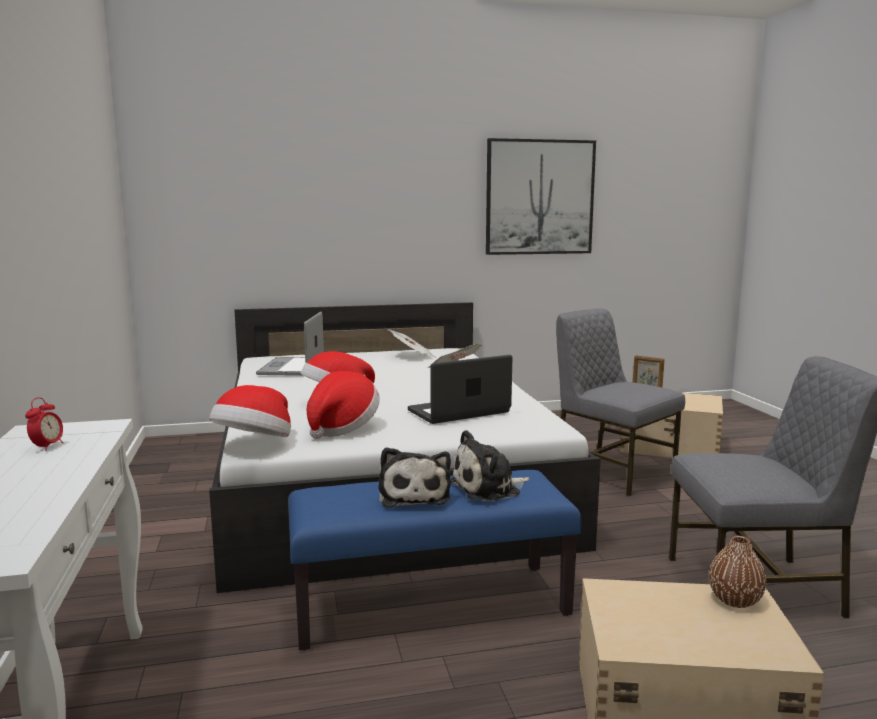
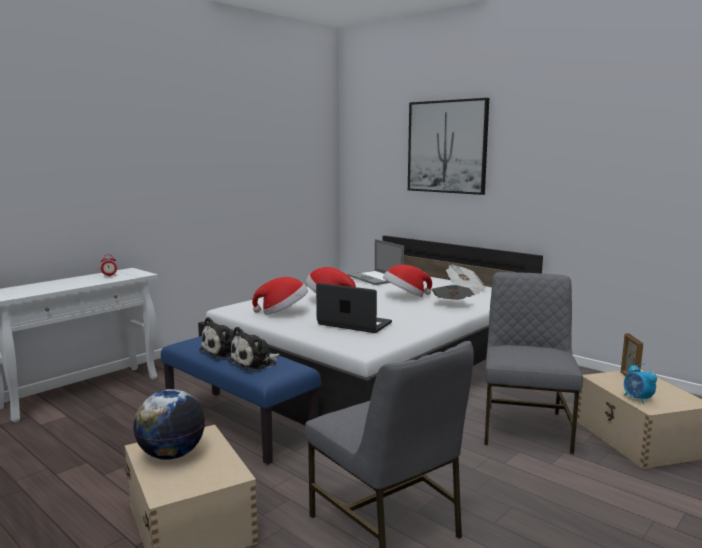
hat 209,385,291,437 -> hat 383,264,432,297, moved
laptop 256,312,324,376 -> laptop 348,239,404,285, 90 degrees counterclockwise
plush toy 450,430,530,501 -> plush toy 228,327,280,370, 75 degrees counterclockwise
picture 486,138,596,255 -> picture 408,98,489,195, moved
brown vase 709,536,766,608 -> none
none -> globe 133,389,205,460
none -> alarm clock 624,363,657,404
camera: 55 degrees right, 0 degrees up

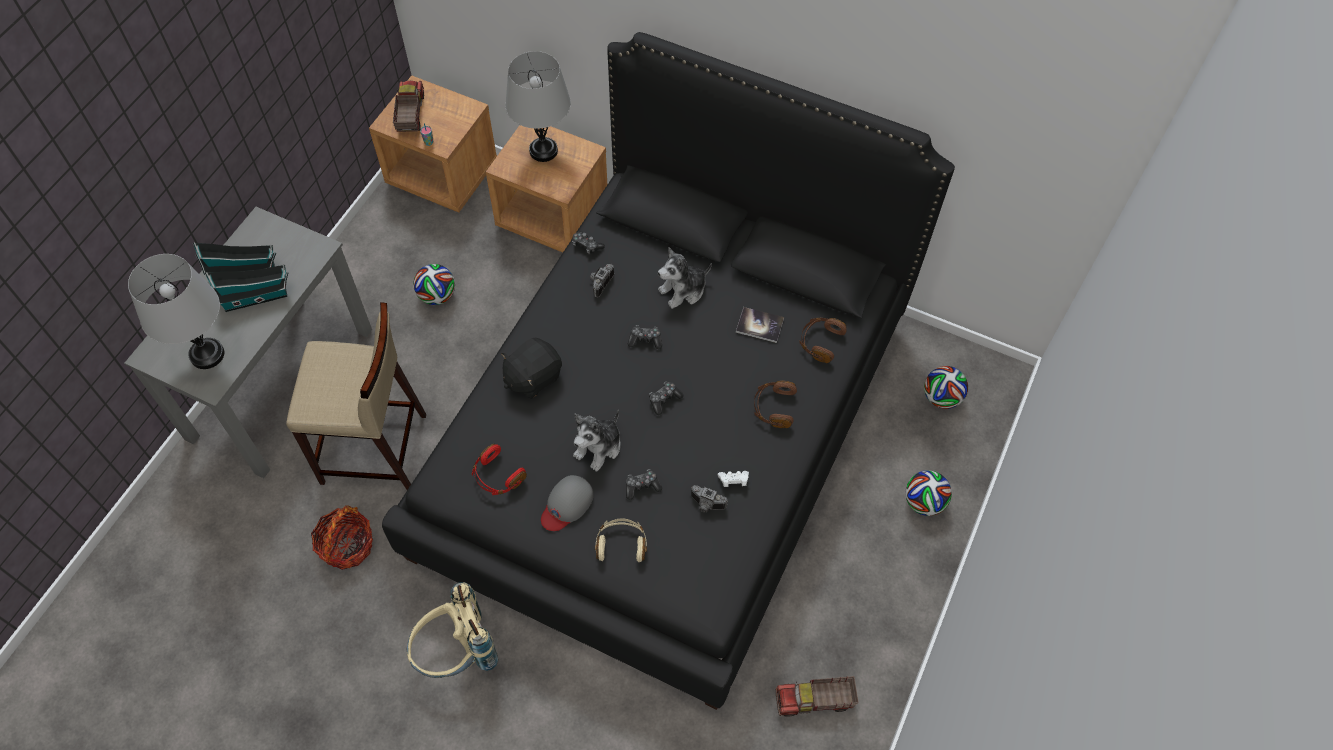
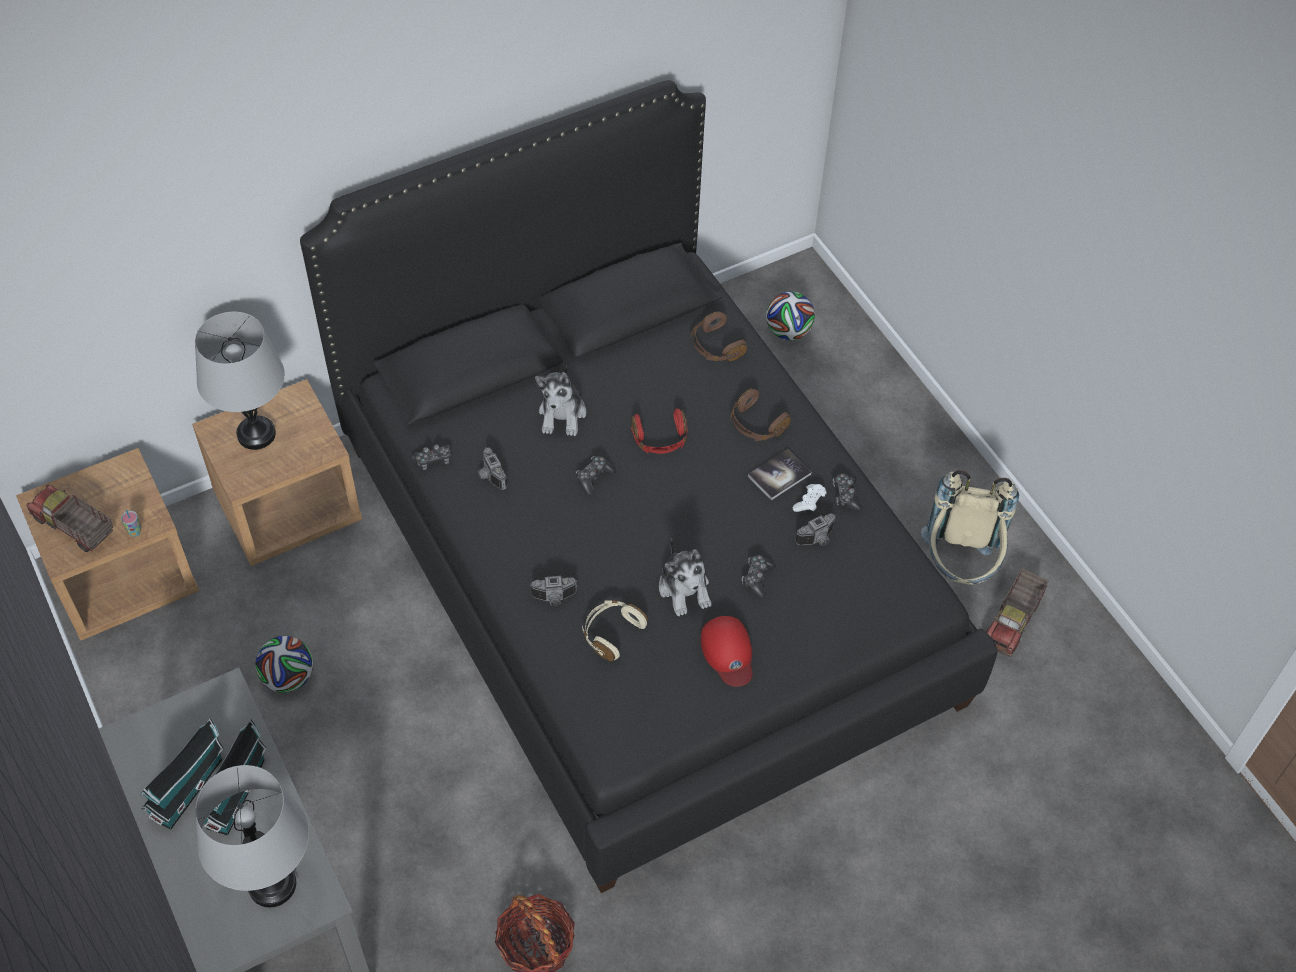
beige stool 286,302,426,490 -> none
beige backpack 407,582,498,678 -> beige backpack 921,470,1019,585, moved
red headphones 472,444,527,495 -> red headphones 631,408,688,454, moved
black plush toy 501,338,562,399 -> photo camera 530,576,577,606
grey cap 541,475,594,531 -> red cap 701,616,753,687
beige headphones 595,518,647,562 -> beige headphones 582,600,648,661, moved
game controller 649,382,684,415 -> game controller 833,474,862,512, moved
book 736,307,784,343 -> book 748,449,811,500, moved
football 905,470,952,516 -> none
camera: 55 degrees left, 5 degrees down

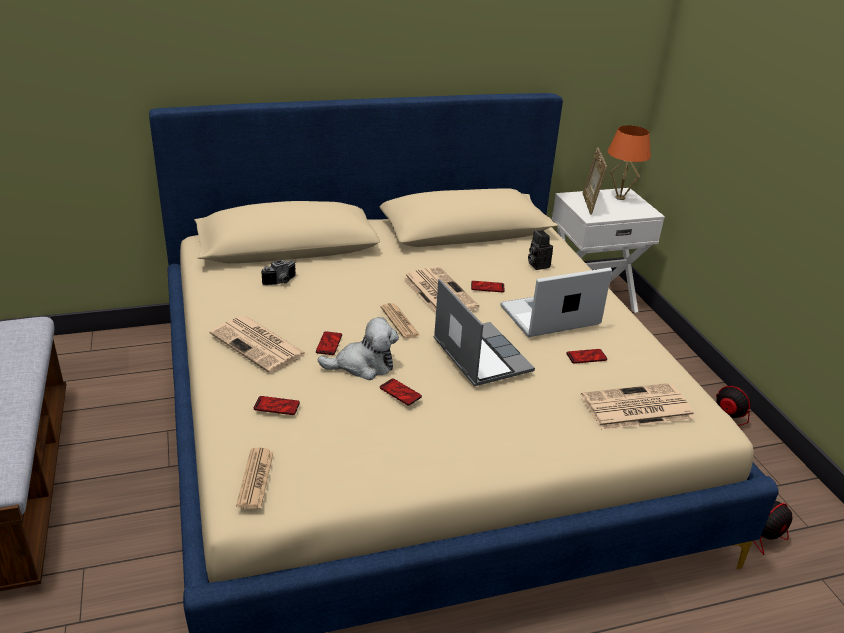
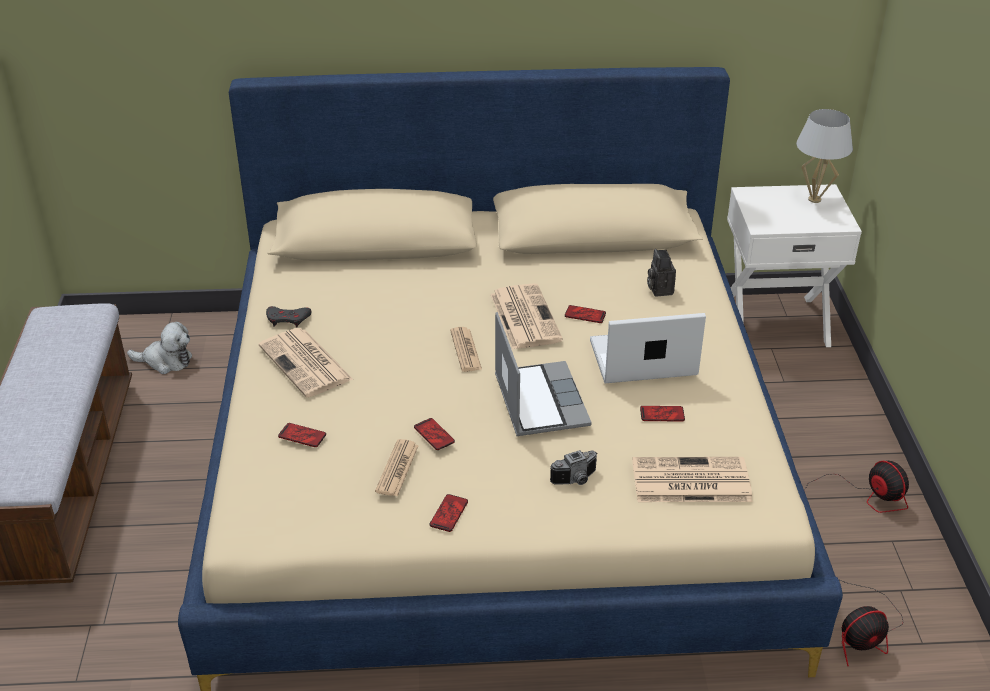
newspaper 236,448,274,508 -> newspaper 375,439,419,497, moved
photo camera 261,260,296,285 -> photo camera 550,450,597,485, moved
phone 316,331,342,355 -> phone 430,494,468,532, moved
plush toy 317,317,399,380 -> plush toy 127,322,192,374, moved
picture frame 583,147,607,215 -> none
orange table lamp 607,125,651,200 -> white table lamp 796,109,853,203
none -> grey game controller 266,306,311,327
camera: 15 degrees right, 5 degrees up

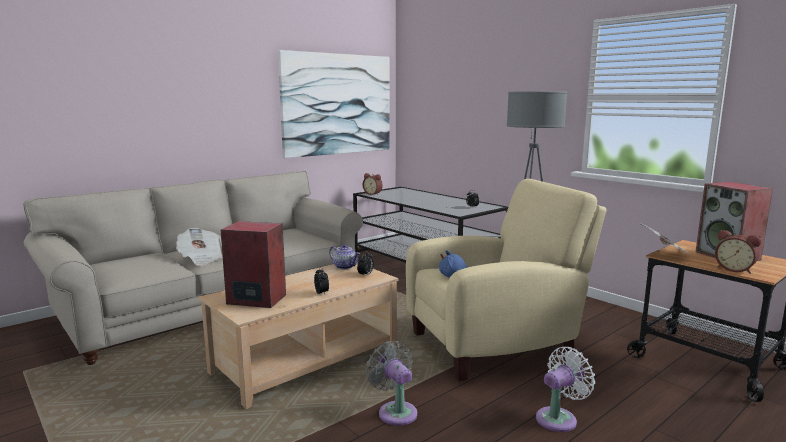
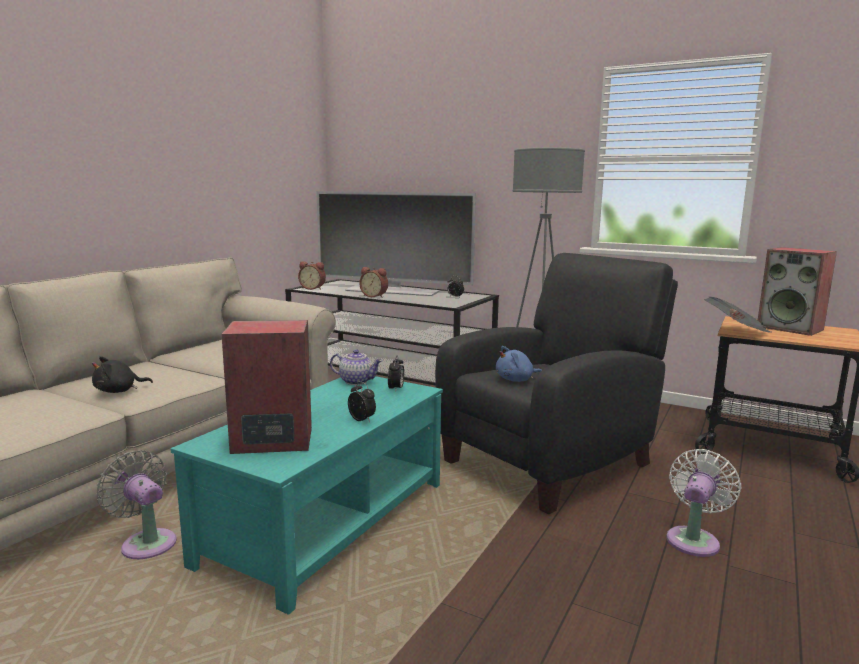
newspaper 176,228,223,266 -> black plush toy 92,356,153,393
beige coffee table 199,263,399,409 -> turquoise coffee table 171,376,443,615
picture 278,50,390,158 -> none
grey fan 366,341,417,426 -> grey fan 96,450,177,559, moved
beige armchair 406,179,606,381 -> black armchair 435,253,678,514
alarm clock 715,230,761,274 -> alarm clock 359,267,388,298, moved
none -> television 317,191,476,296
camera: 20 degrees left, 0 degrees up

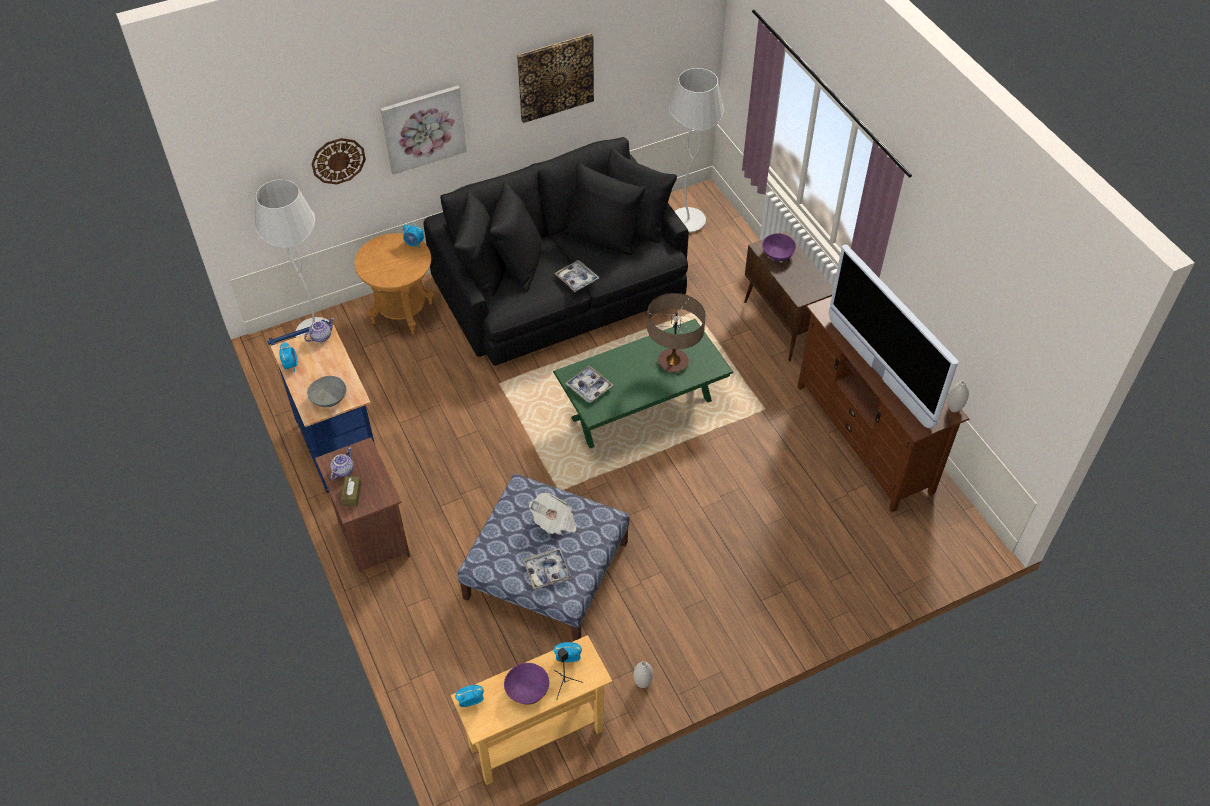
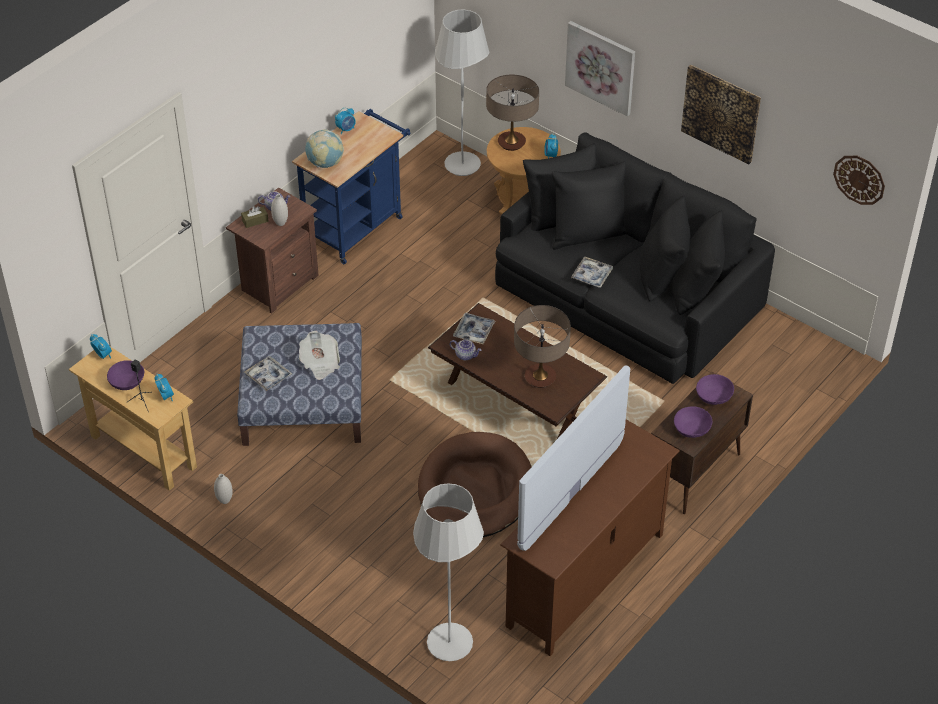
teapot 304,318,334,342 -> teapot 450,340,482,360, moved
grey bowl 307,376,346,407 -> globe 305,129,344,168
wall clock 311,138,366,185 -> wall clock 833,155,885,205, moved
green coffee table 553,319,733,448 -> brown coffee table 428,303,607,439
white floor lamp 669,68,724,232 -> white floor lamp 413,483,484,661, moved
white vase 947,381,969,412 -> white vase 271,194,288,226, moved
none -> brown dog bed 418,432,531,537
none -> table lamp 486,75,539,151
none -> purple bowl 674,406,712,438
camera: 65 degrees right, 5 degrees down

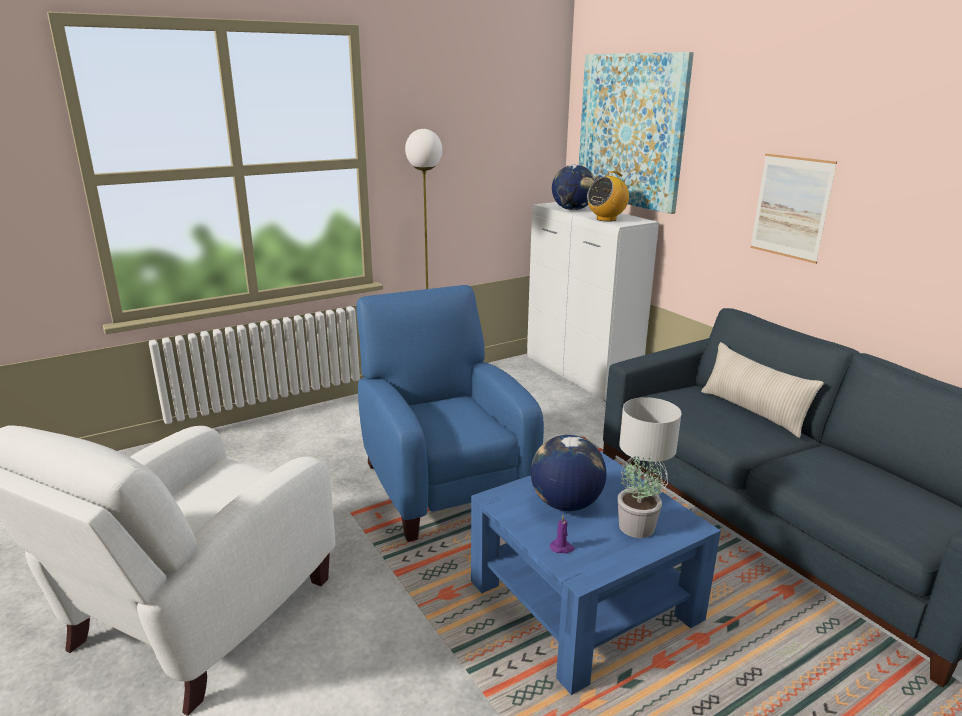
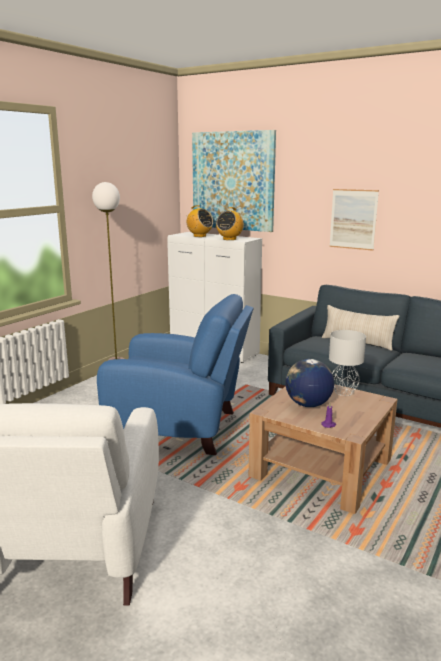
blue armchair 356,285,544,542 -> blue armchair 97,294,254,455, 150 degrees clockwise
blue coffee table 471,451,721,695 -> brown coffee table 249,385,398,514
globe 552,165,595,210 -> radio 186,205,213,237
potted plant 618,454,662,538 -> none
camera: 25 degrees left, 5 degrees down

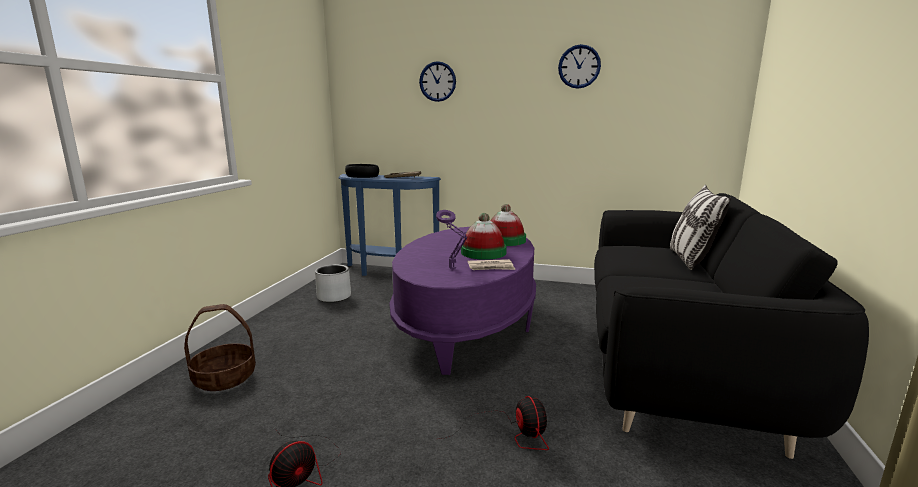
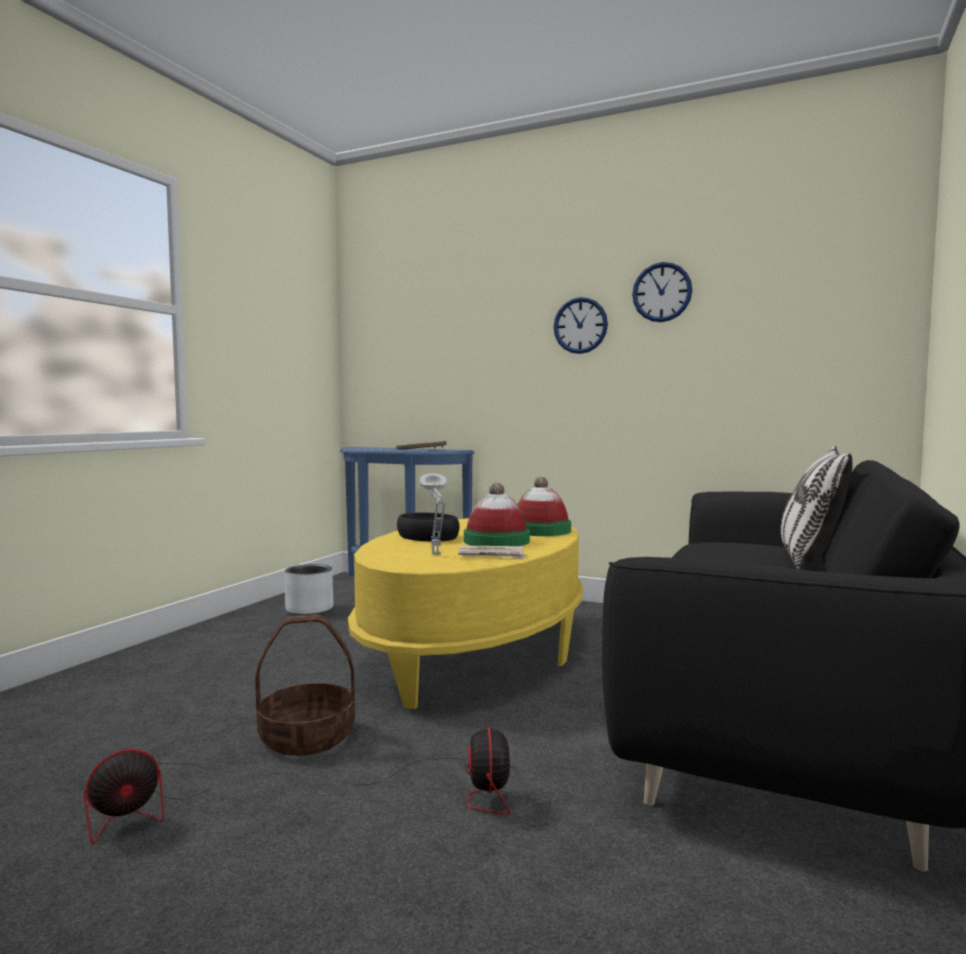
basket 184,304,256,391 -> basket 255,614,355,756, moved
black bowl 345,164,379,178 -> black bowl 397,513,459,541, moved
purple coffee table 389,227,536,375 -> yellow coffee table 348,518,583,709
wall clock 419,61,456,102 -> wall clock 554,297,608,354, moved
purple table lamp 436,210,467,269 -> grey table lamp 419,473,447,555
camera: 10 degrees right, 10 degrees down

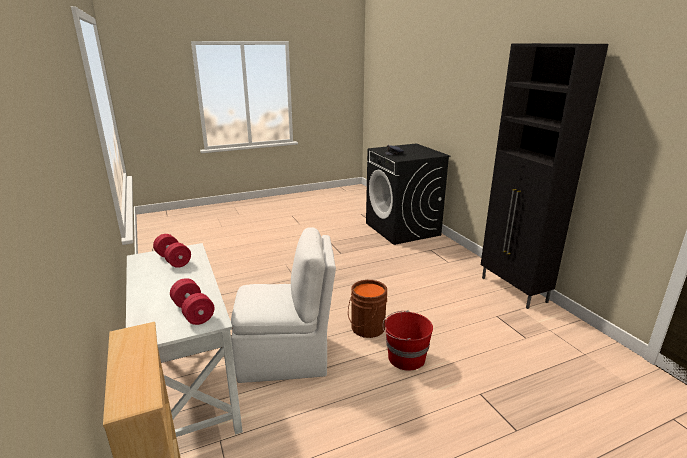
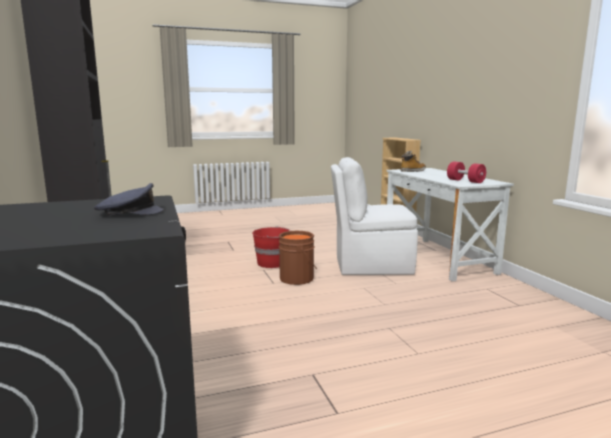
red dumbbell 170,278,214,325 -> boot 400,151,426,172
camera: 175 degrees left, 10 degrees down

